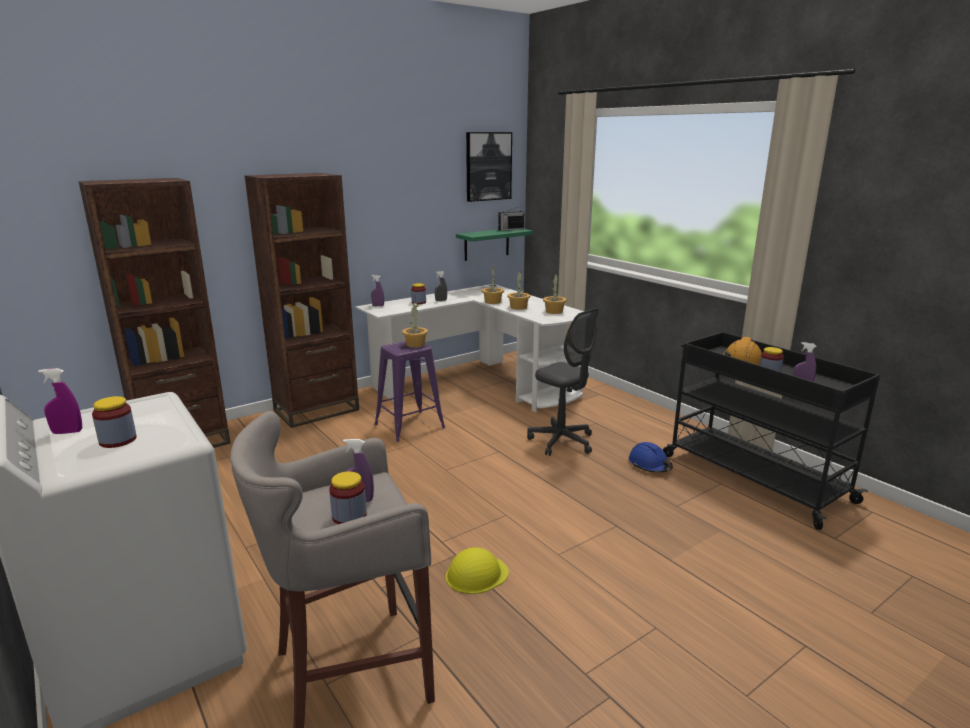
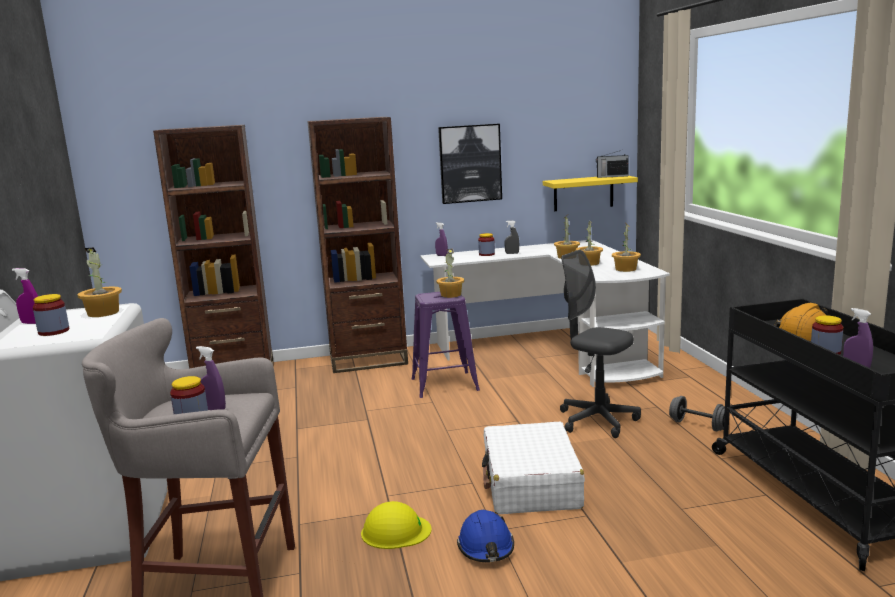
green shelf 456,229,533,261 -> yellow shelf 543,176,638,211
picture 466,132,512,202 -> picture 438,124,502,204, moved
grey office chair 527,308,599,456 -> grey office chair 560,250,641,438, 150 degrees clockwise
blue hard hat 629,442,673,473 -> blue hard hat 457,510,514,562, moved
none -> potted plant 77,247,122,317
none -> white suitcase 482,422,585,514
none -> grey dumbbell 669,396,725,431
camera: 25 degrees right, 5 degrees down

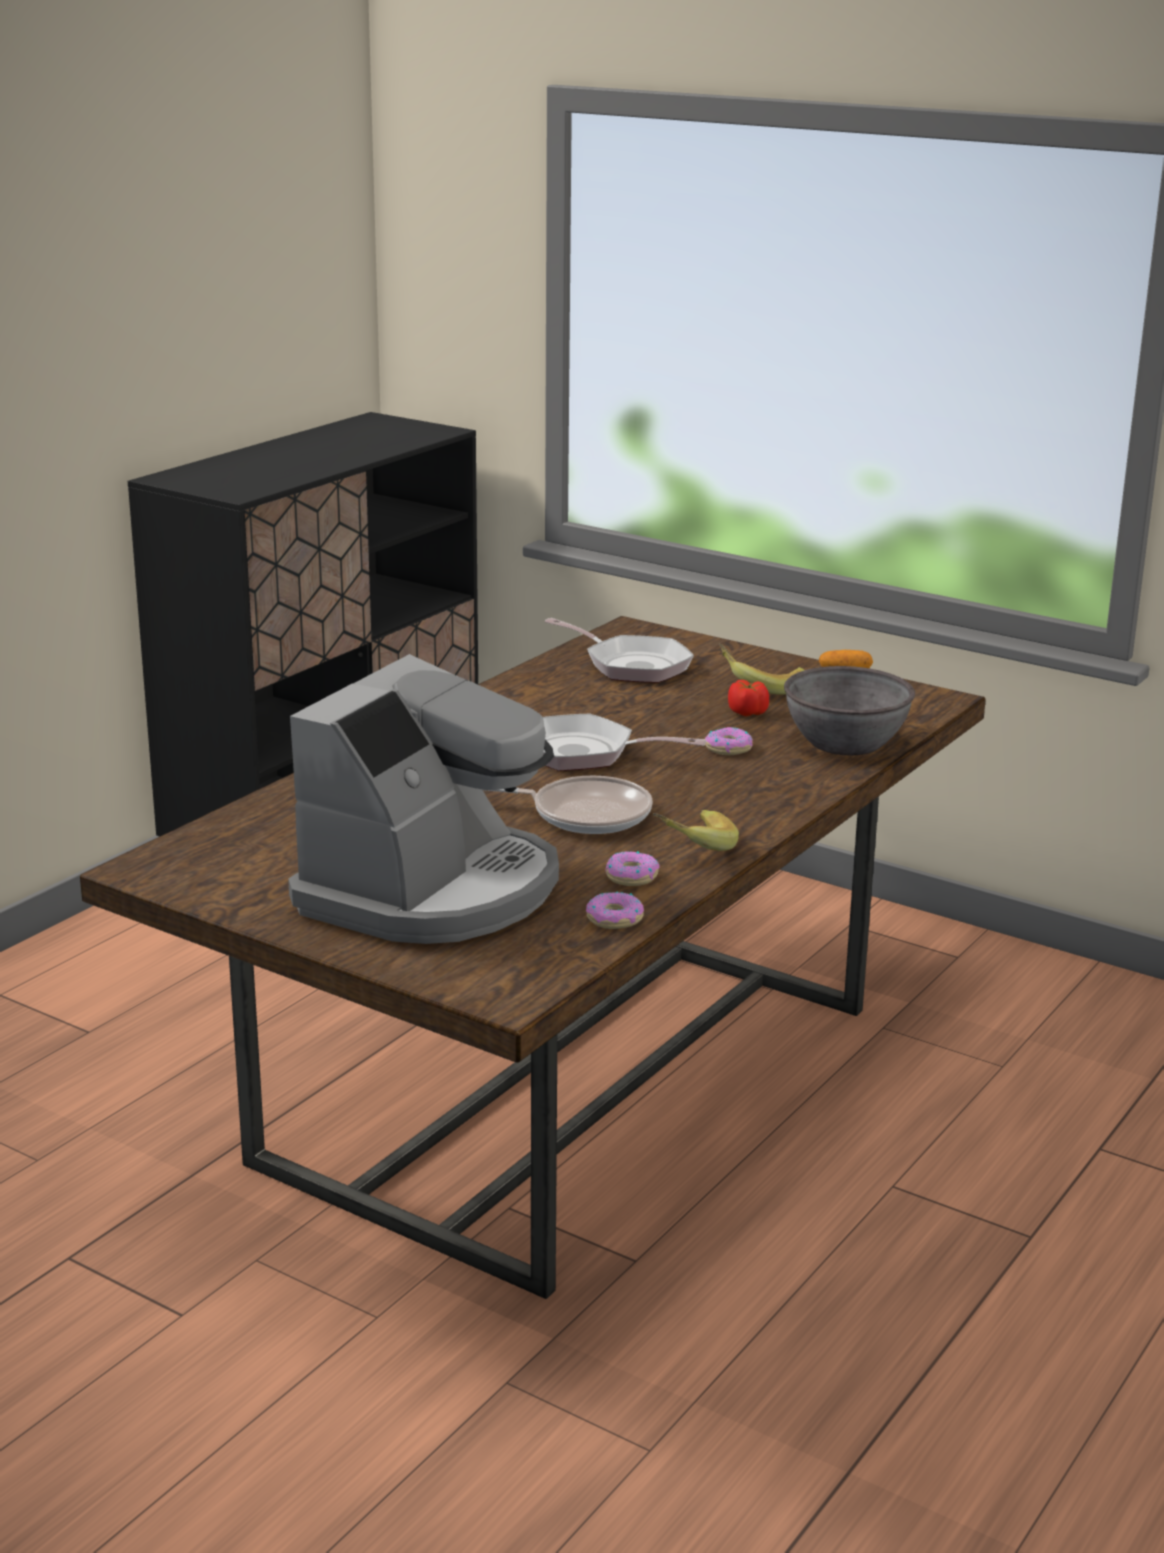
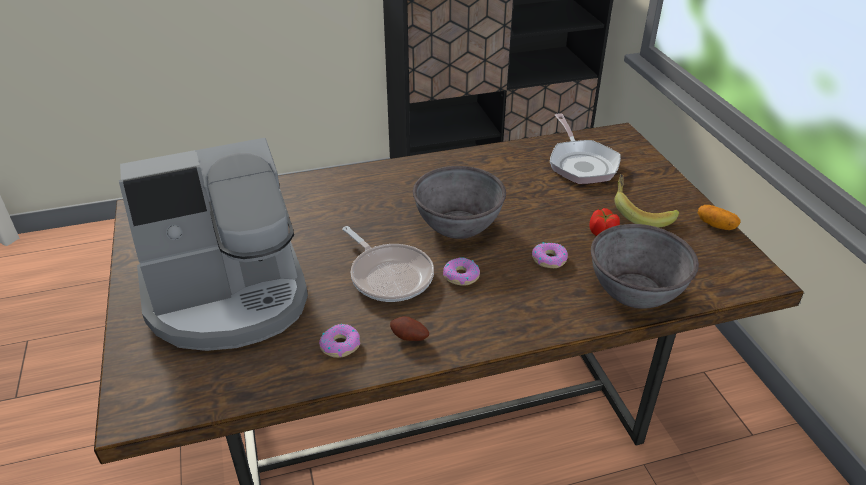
frying pan 543,714,706,771 -> grey bowl 413,166,506,239
donut 586,891,644,929 -> donut 443,257,480,286, moved
banana 653,810,739,851 -> potato 390,316,429,341
camera: 40 degrees right, 15 degrees up

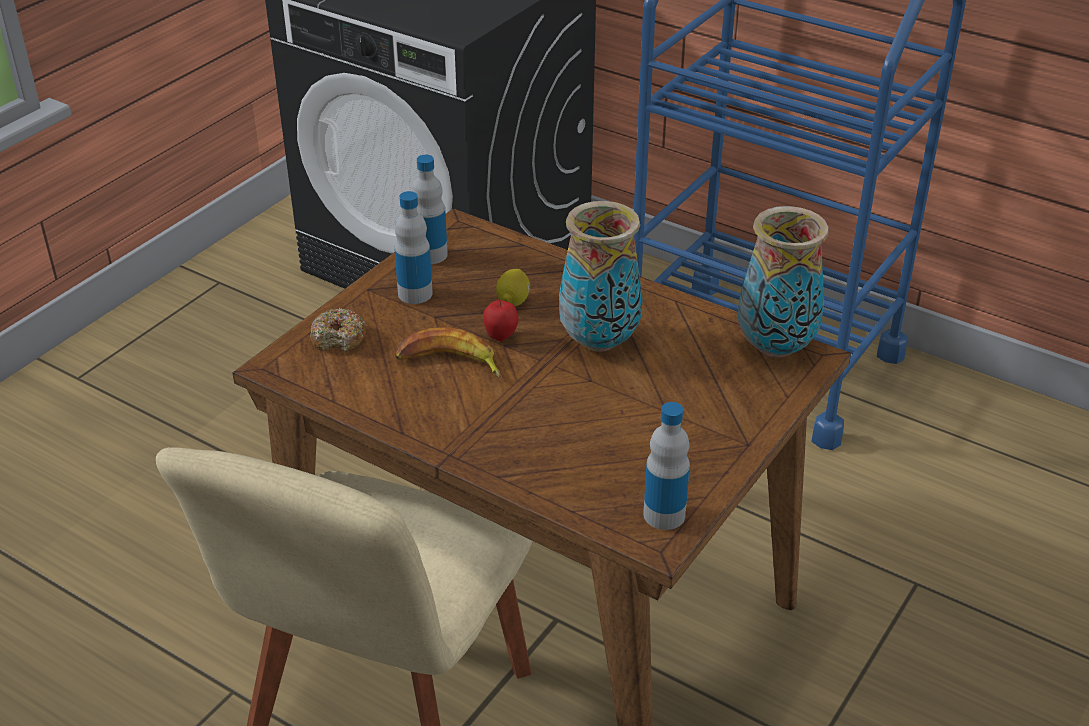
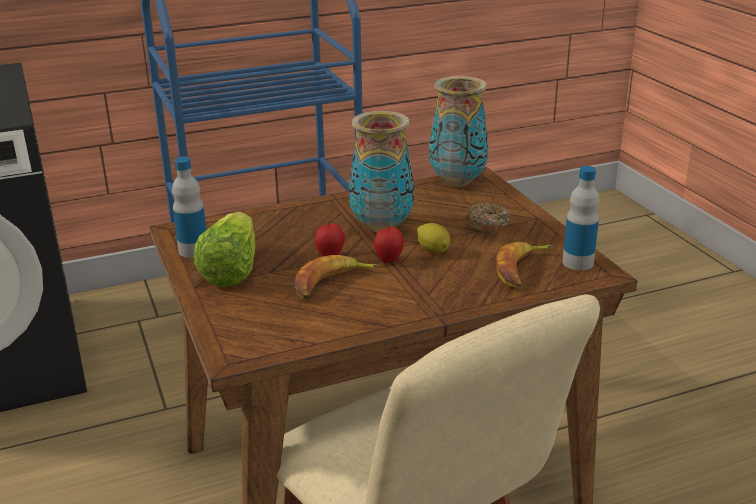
donut 310,308,366,352 -> donut 465,202,511,234, moved
bottle 394,191,433,304 -> lettuce 194,212,255,287
lemon 496,269,530,306 -> lemon 417,223,450,253, moved
none -> apple 374,225,404,263
none -> banana 497,242,554,287
camera: 55 degrees left, 10 degrees down

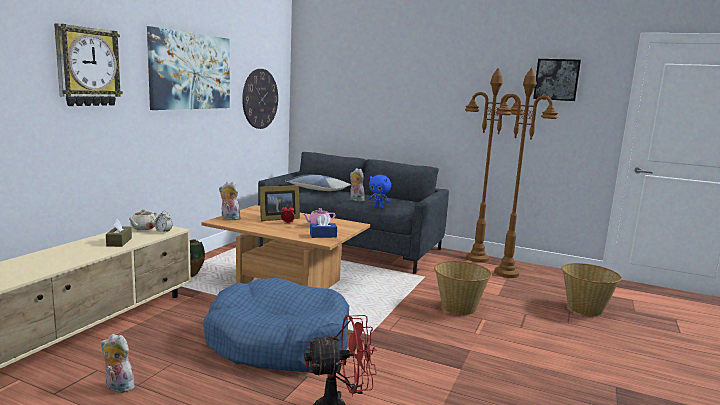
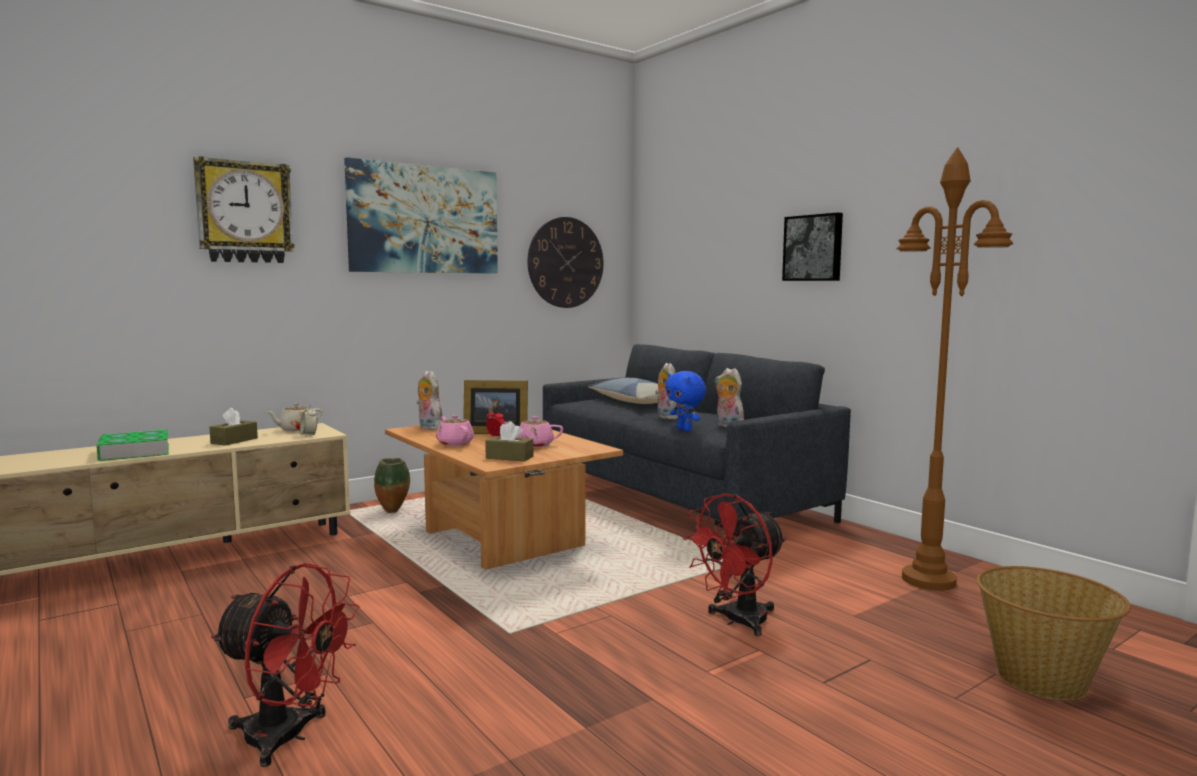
plush toy 101,334,136,393 -> plush toy 714,368,744,428, moved
blue dog bed 203,278,349,372 -> none
blue tissue box 310,214,337,238 -> brown tissue box 485,421,533,462
basket 434,261,492,315 -> red fan 683,493,786,636
brown floor lamp 465,68,523,263 -> none
picture 533,59,581,101 -> picture 782,212,843,281, moved
none -> book 96,429,169,461
none -> pink teapot 436,415,474,446
camera: 30 degrees right, 5 degrees down

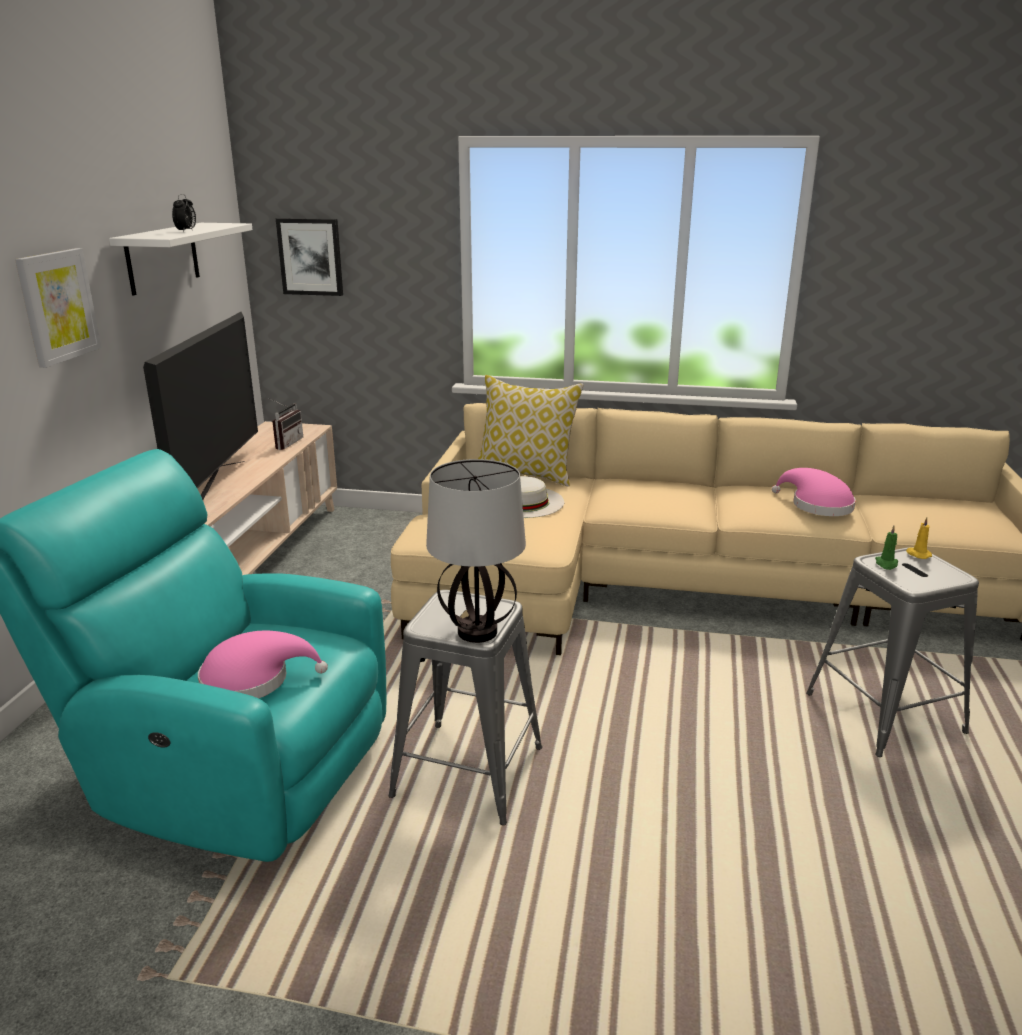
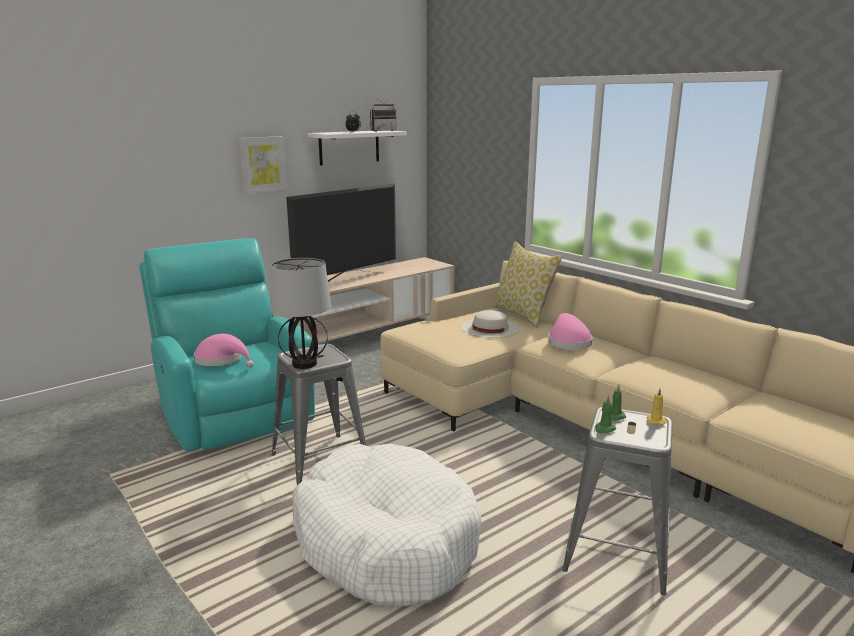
radio 268,398,303,450 -> radio 370,97,397,132, moved
picture 276,218,343,296 -> none
pink hat 772,468,856,516 -> pink hat 548,313,593,350, moved
none -> white dog bed 293,444,481,607
none -> green candle 595,395,616,434
camera: 40 degrees right, 5 degrees down

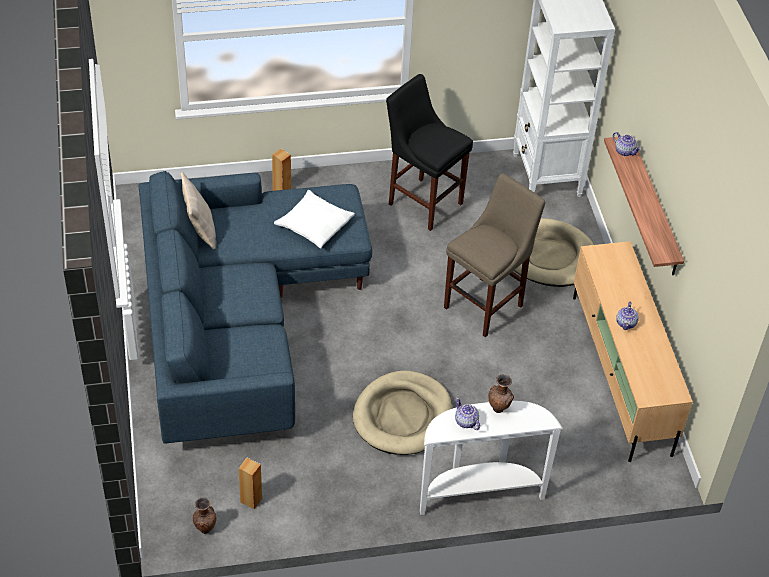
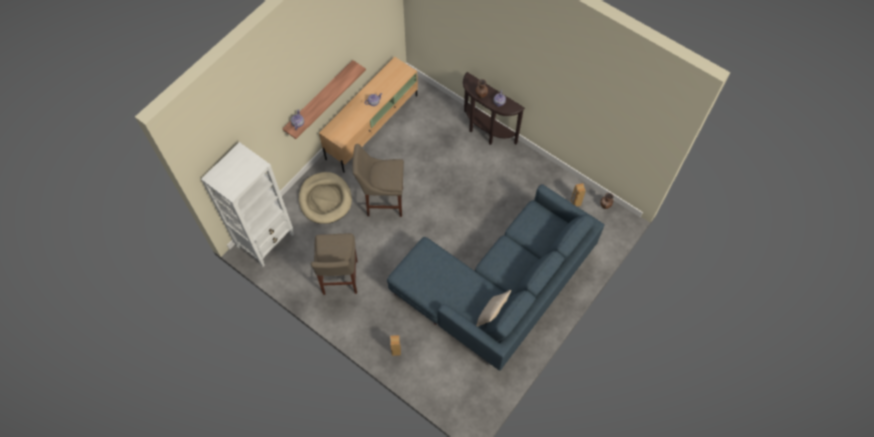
white pillow 274,190,355,248 -> none
beige dog bed 353,370,452,455 -> none
black stool 386,74,473,231 -> beige stool 311,234,358,295
white console table 420,401,563,515 -> brown console table 463,72,525,145
camera: 130 degrees left, 15 degrees up

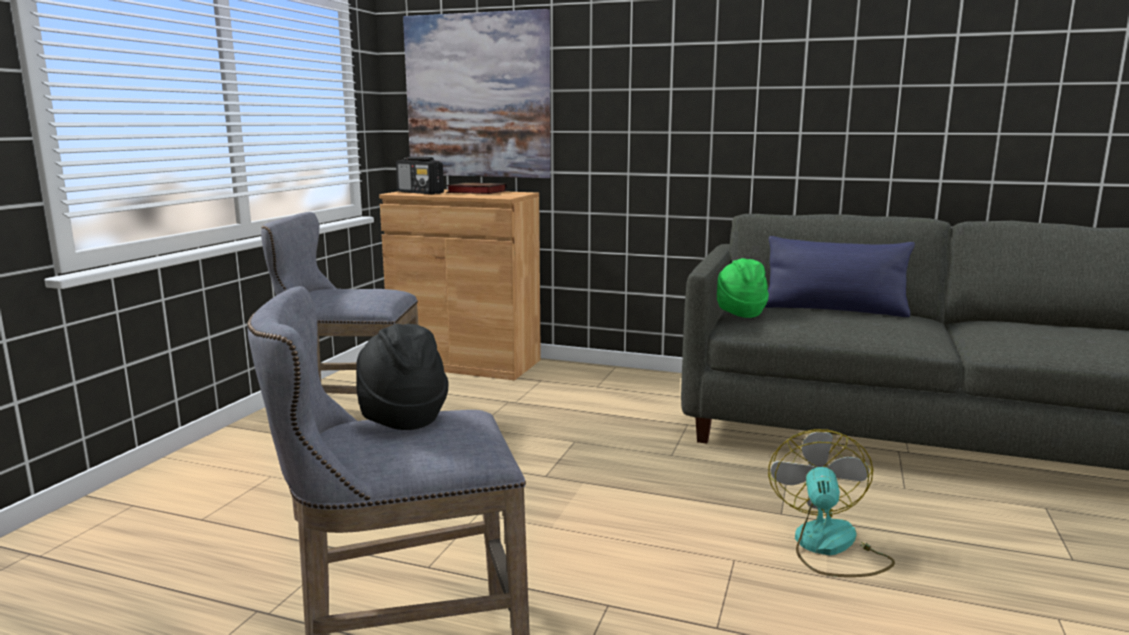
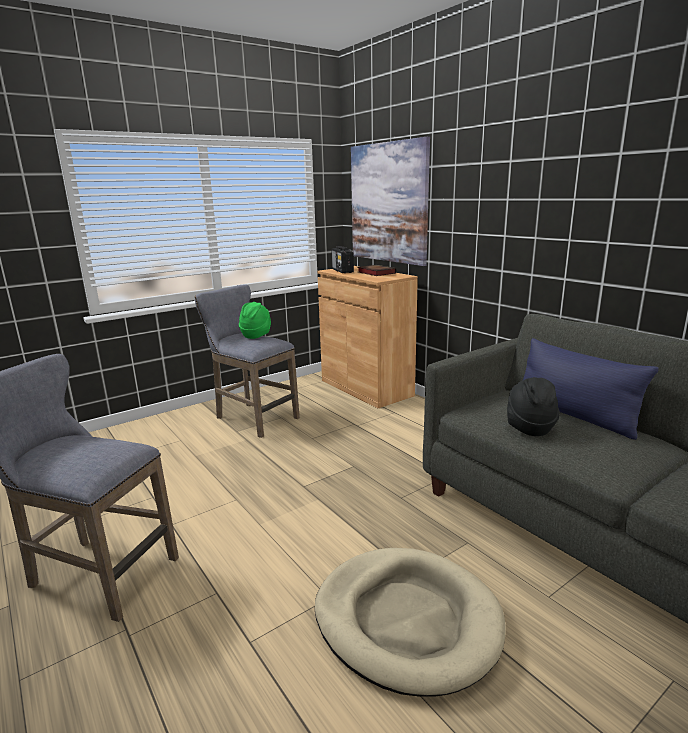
black hat 356,324,449,430 -> black hat 507,377,560,436, moved
green hat 717,258,769,318 -> green hat 239,302,271,339, moved
fan 768,429,895,577 -> beige dog bed 315,548,505,696
camera: 35 degrees right, 5 degrees up

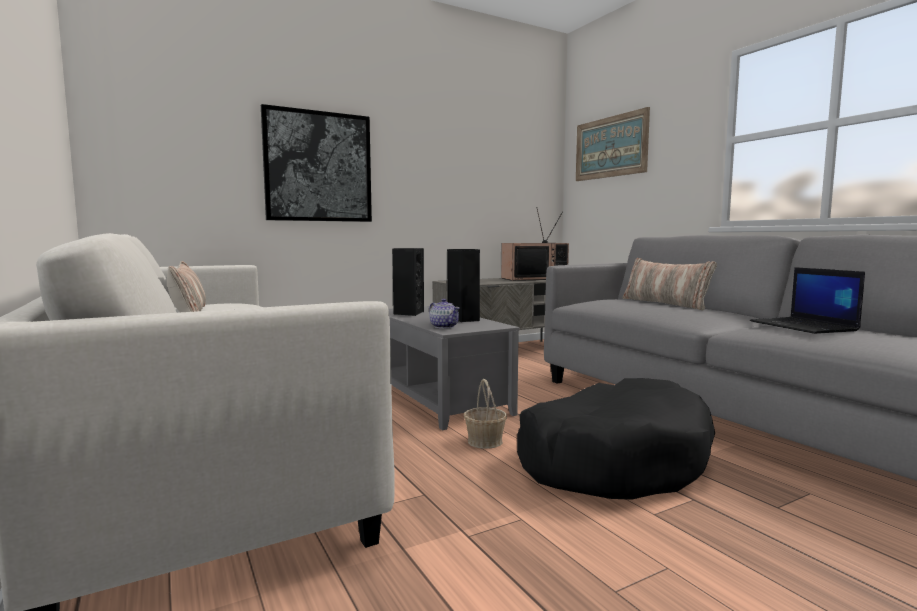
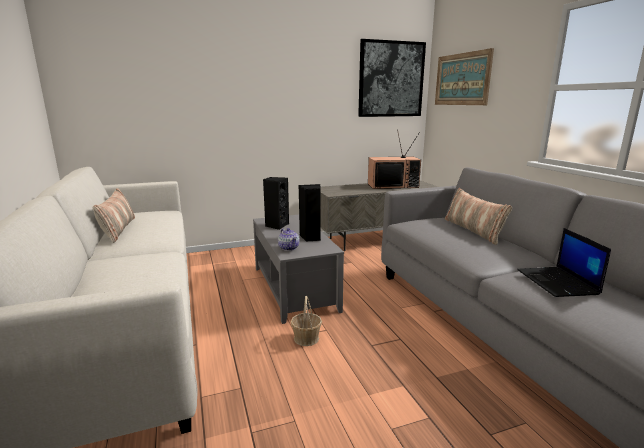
picture 261,104,372,222 -> picture 358,39,426,117, moved
black dog bed 517,378,715,500 -> none
camera: 10 degrees right, 10 degrees up

